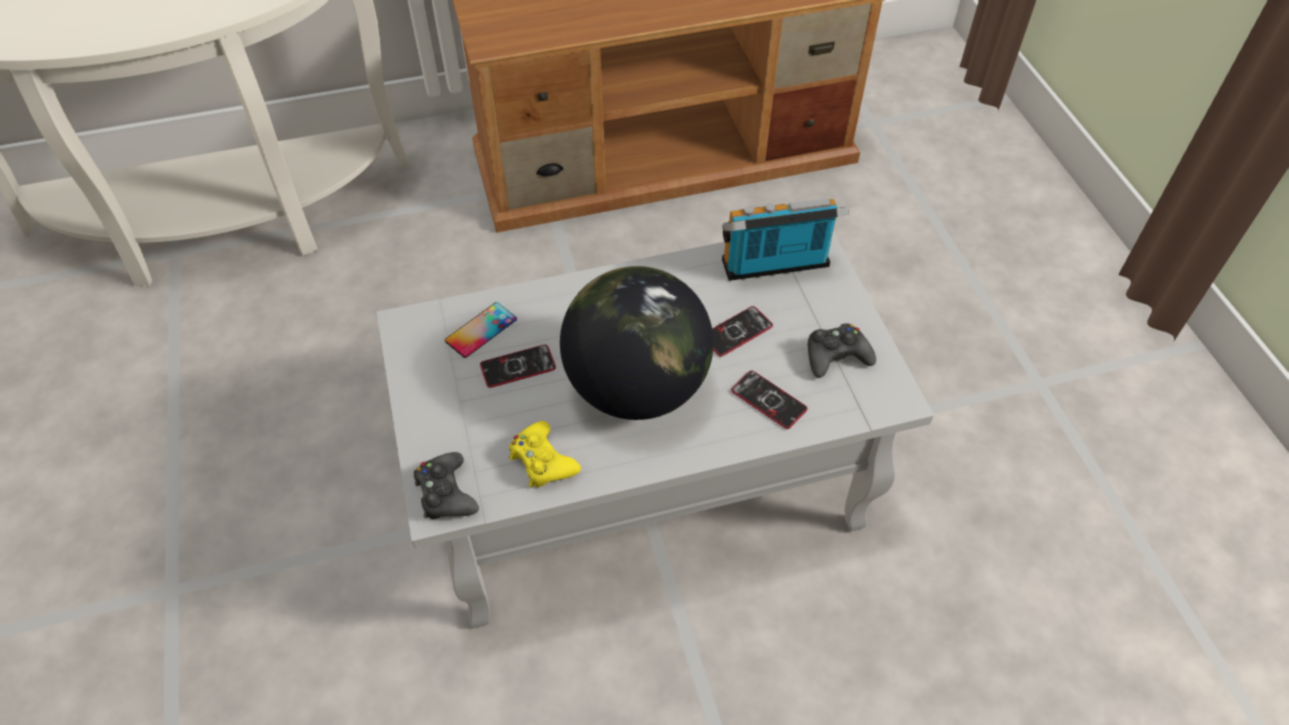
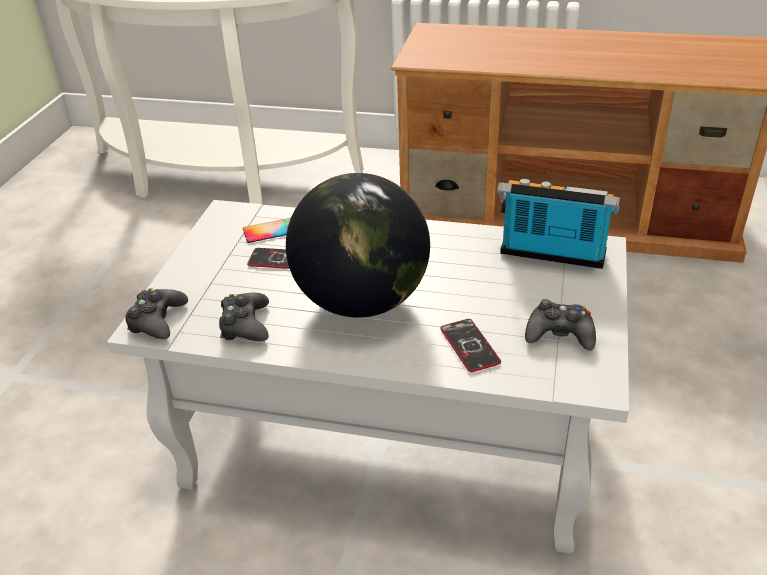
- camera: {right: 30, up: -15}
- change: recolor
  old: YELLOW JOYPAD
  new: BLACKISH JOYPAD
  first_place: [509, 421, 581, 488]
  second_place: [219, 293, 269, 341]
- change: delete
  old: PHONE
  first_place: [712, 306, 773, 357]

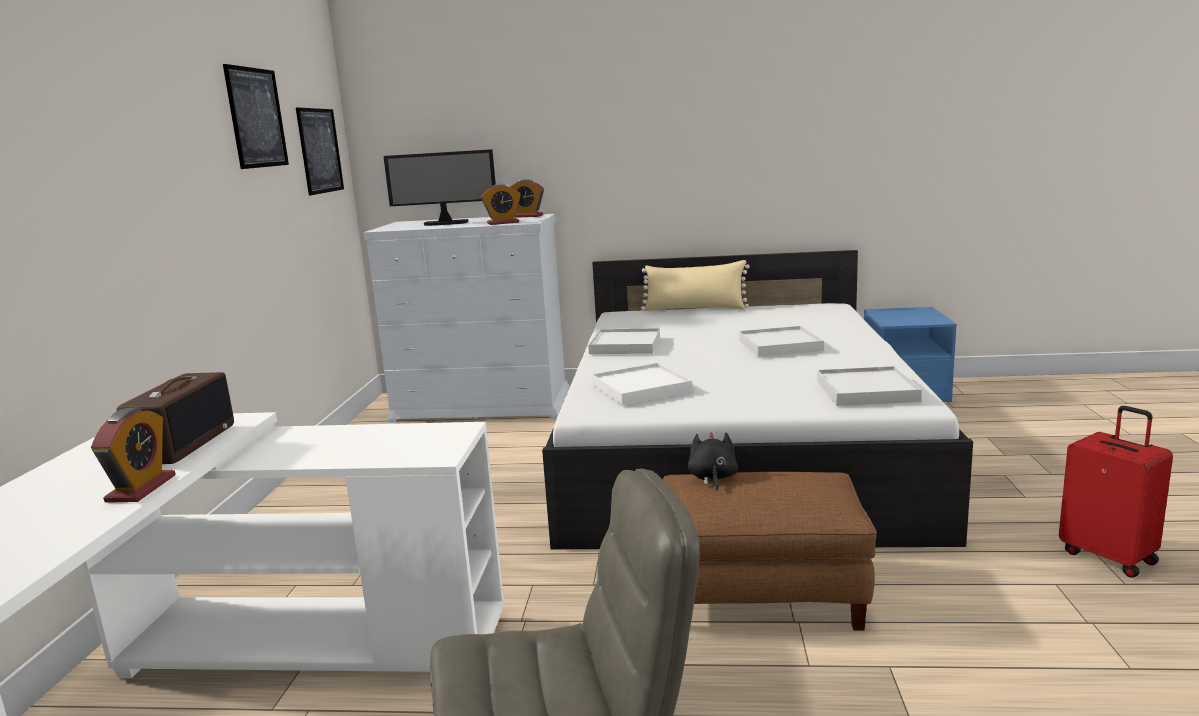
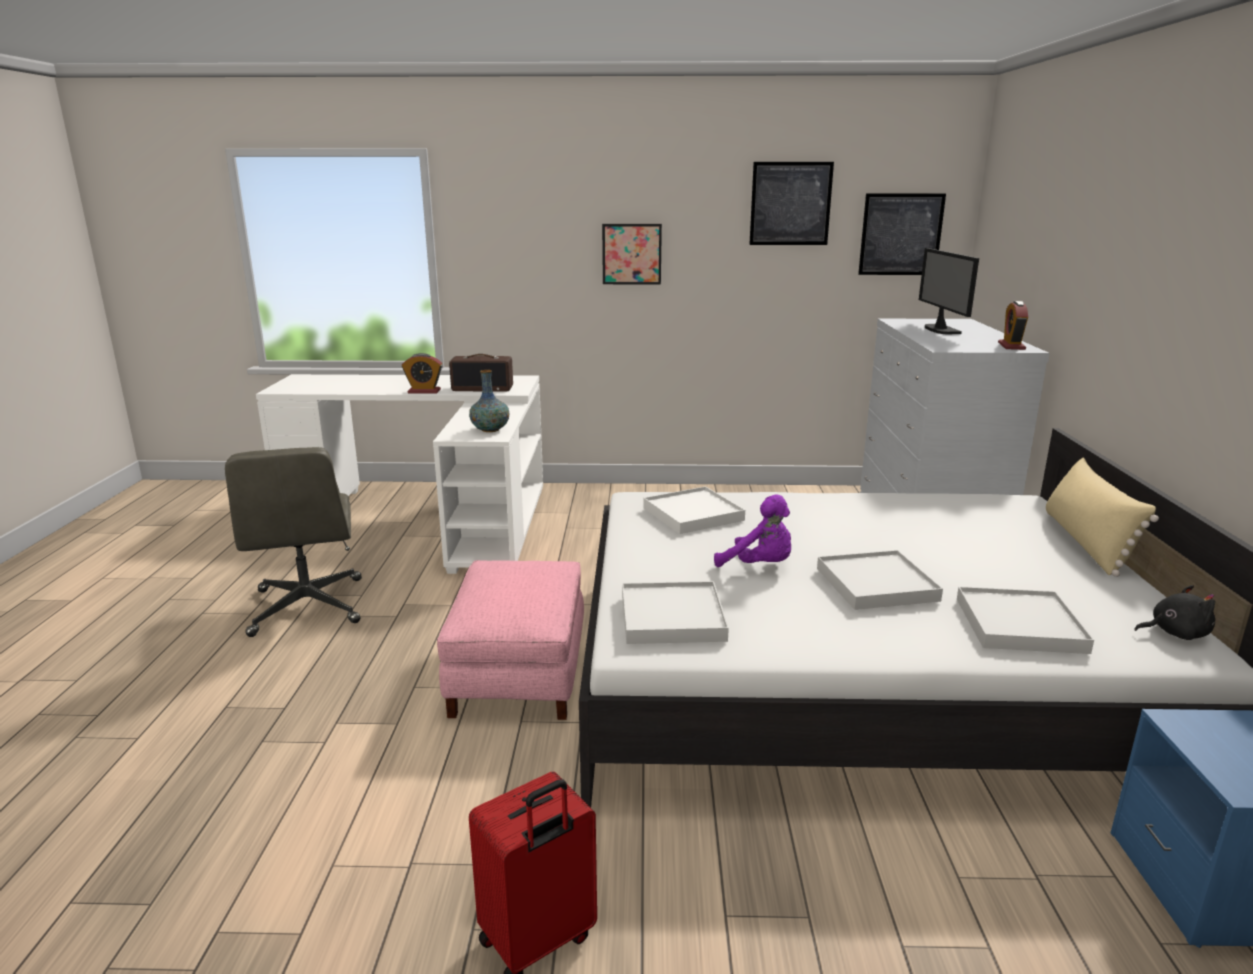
- camera: {right: 85, up: 5}
- change: recolor
  old: BROWNISH OTTOMAN
  new: PINKISH OTTOMAN
  first_place: [663, 472, 877, 631]
  second_place: [437, 560, 584, 720]
- change: insert
  new: FLOWER VASE
  second_place: [469, 370, 509, 432]
- change: insert
  new: PICTURE
  second_place: [602, 224, 662, 285]
- change: insert
  new: PURPLE PLUSH TOY
  second_place: [714, 494, 791, 567]
- change: move
  old: WHITE TRAY
  first_place: [588, 328, 660, 354]
  second_place: [957, 587, 1094, 654]
- change: move
  old: BLACKISH PLUSH TOY
  first_place: [688, 432, 738, 491]
  second_place: [1134, 585, 1215, 640]
- change: delete
  old: BEDSIDE CLOCK
  first_place: [481, 184, 521, 225]

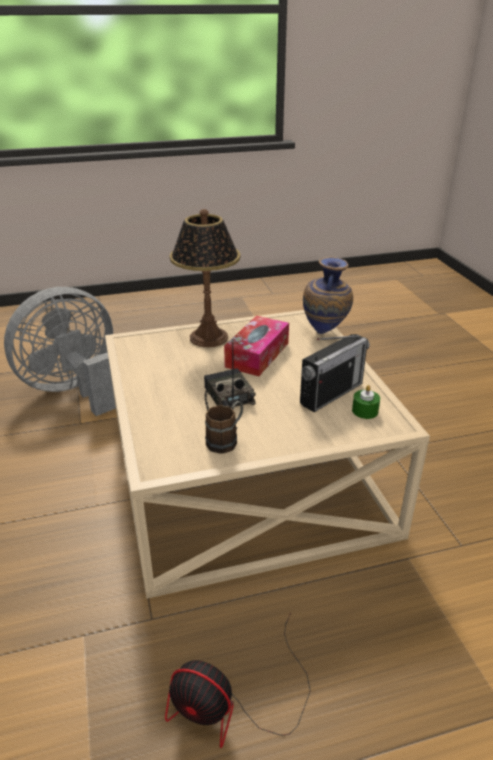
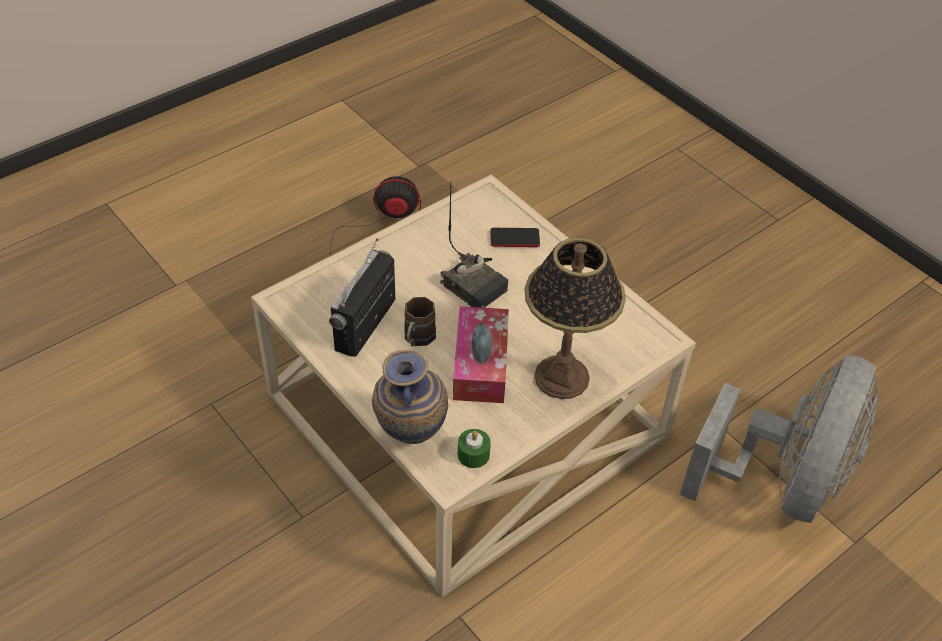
- camera: {right: 155, up: 15}
- change: move
  old: BROWNISH TEA MUG
  first_place: [205, 401, 243, 454]
  second_place: [404, 297, 436, 346]
- change: move
  old: GREEN-COLOURED CANDLE
  first_place: [352, 385, 380, 419]
  second_place: [458, 429, 491, 468]
- change: insert
  new: PHONE
  second_place: [490, 228, 540, 247]

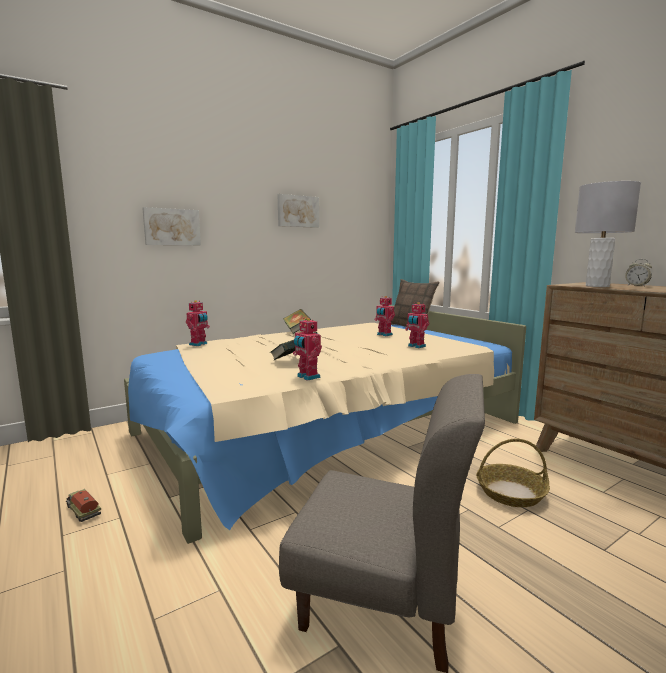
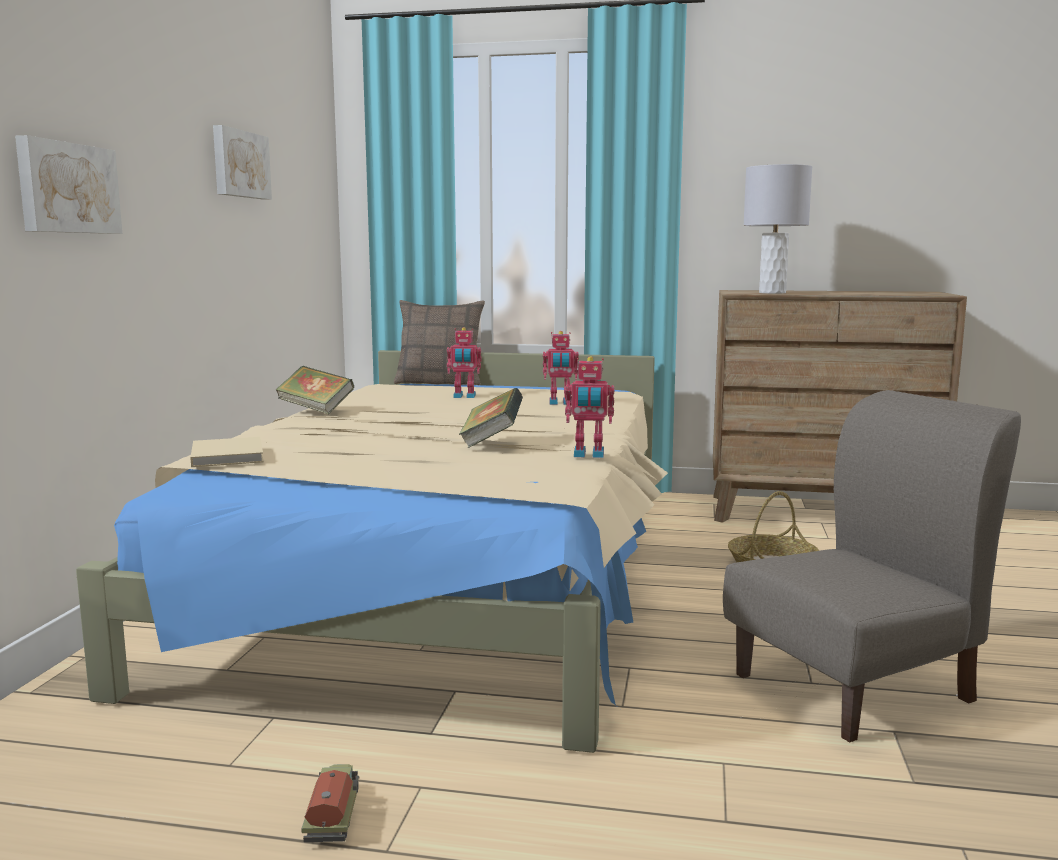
- camera: {right: -45, up: 0}
- change: replace
  old: MODEL ROBOT
  new: BEIGE BOUND BOOK
  first_place: [186, 300, 210, 346]
  second_place: [190, 437, 264, 467]
- change: rotate
  old: TOY TRUCK
  first_place: [66, 489, 101, 522]
  second_place: [301, 764, 359, 842]
  degrees: 90
- change: delete
  old: BEDSIDE CLOCK
  first_place: [625, 259, 652, 286]

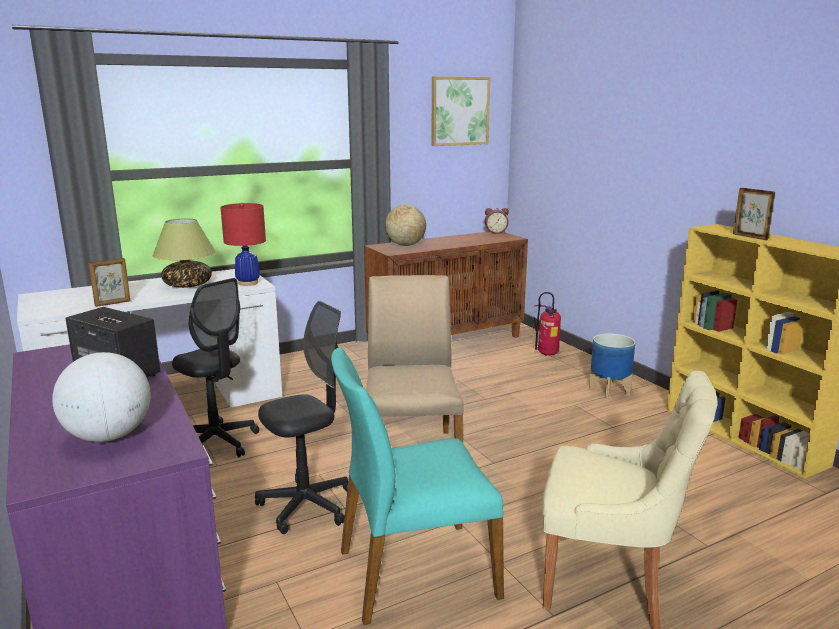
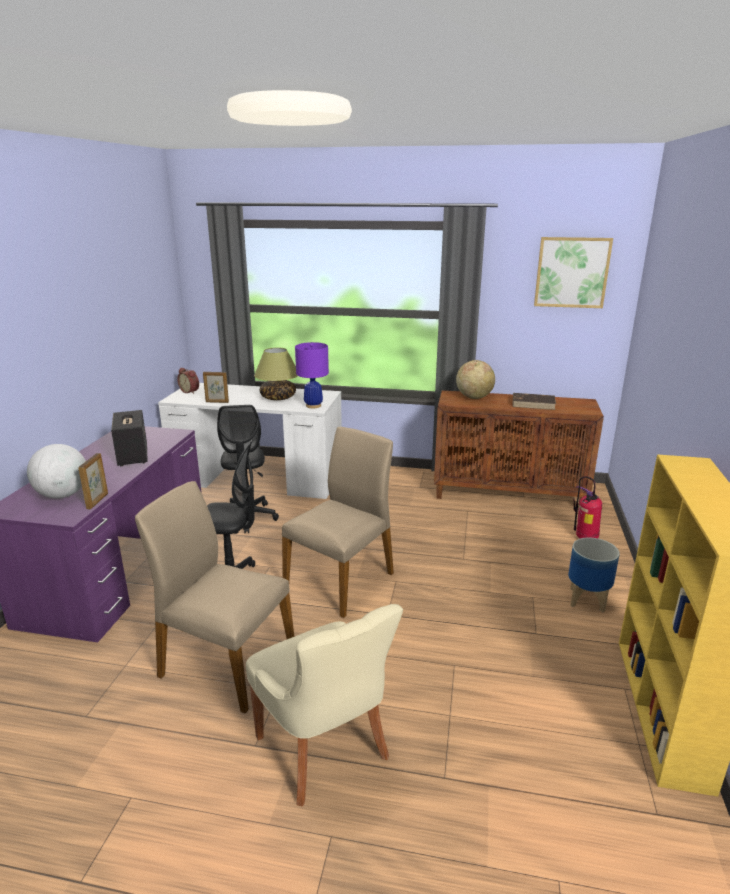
- camera: {right: 40, up: 5}
- change: move
  old: PHOTO FRAME
  first_place: [733, 188, 775, 240]
  second_place: [78, 453, 108, 509]
- change: recolor
  old: TURQUOISE-COLOURED PLAIN CHAIR
  new: BEIGE PLAIN CHAIR
  first_place: [331, 347, 504, 625]
  second_place: [135, 481, 294, 714]
- change: move
  old: BEDSIDE CLOCK
  first_place: [485, 208, 509, 234]
  second_place: [177, 368, 199, 394]
- change: recolor
  old: REDDISH TABLETOP LAMP
  new: PURPLE TABLETOP LAMP
  first_place: [220, 203, 266, 286]
  second_place: [295, 342, 329, 408]
- change: insert
  new: BROWNISH BOUND BOOK
  second_place: [512, 393, 556, 410]

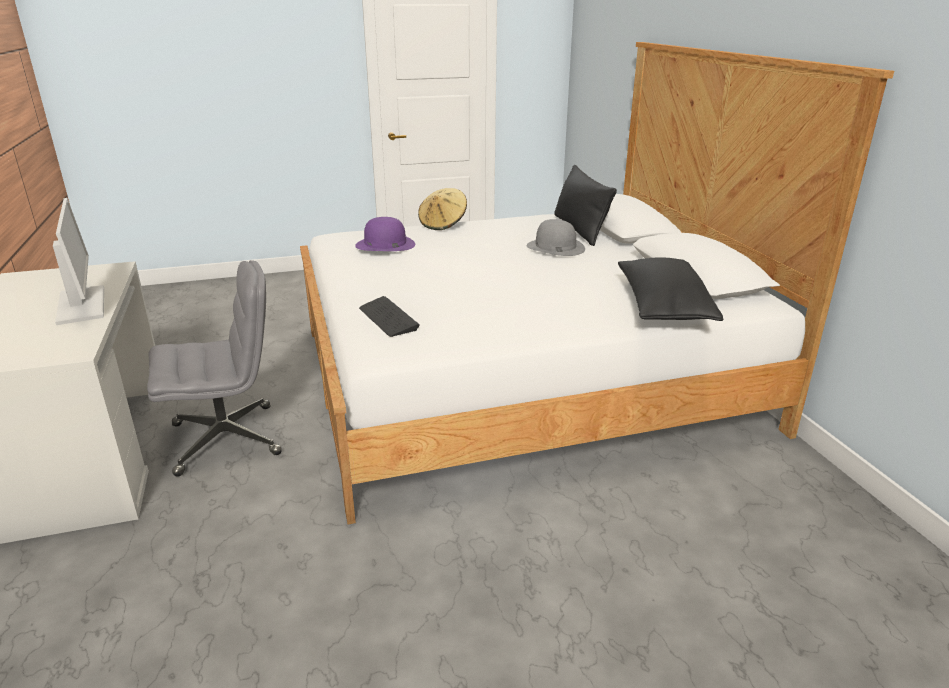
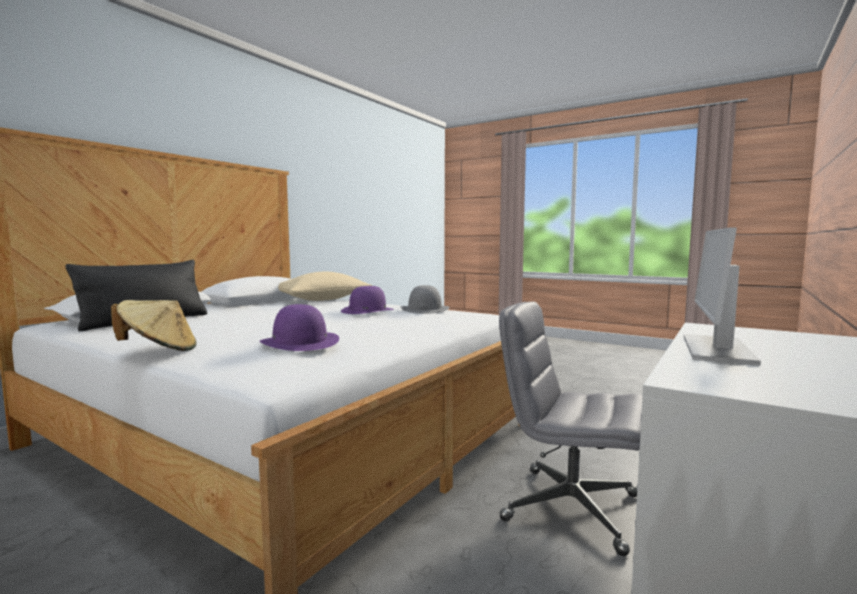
- camera: {right: -130, up: -20}
- change: recolor
  old: BLACKISH PILLOW
  new: BEIGE PILLOW
  first_place: [618, 257, 723, 321]
  second_place: [278, 271, 372, 301]
- change: insert
  new: PURPLE CLOTHING HAT
  second_place: [341, 286, 394, 314]
- change: move
  old: GRAY CLOTHING HAT
  first_place: [526, 219, 585, 256]
  second_place: [401, 285, 450, 314]
- change: delete
  old: PC KEYBOARD
  first_place: [359, 296, 420, 337]

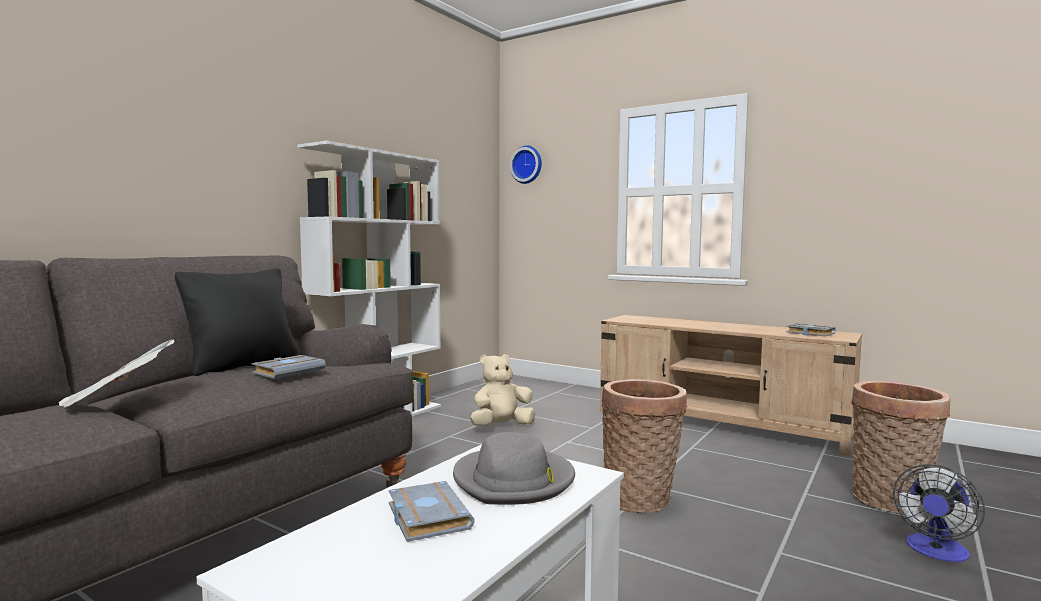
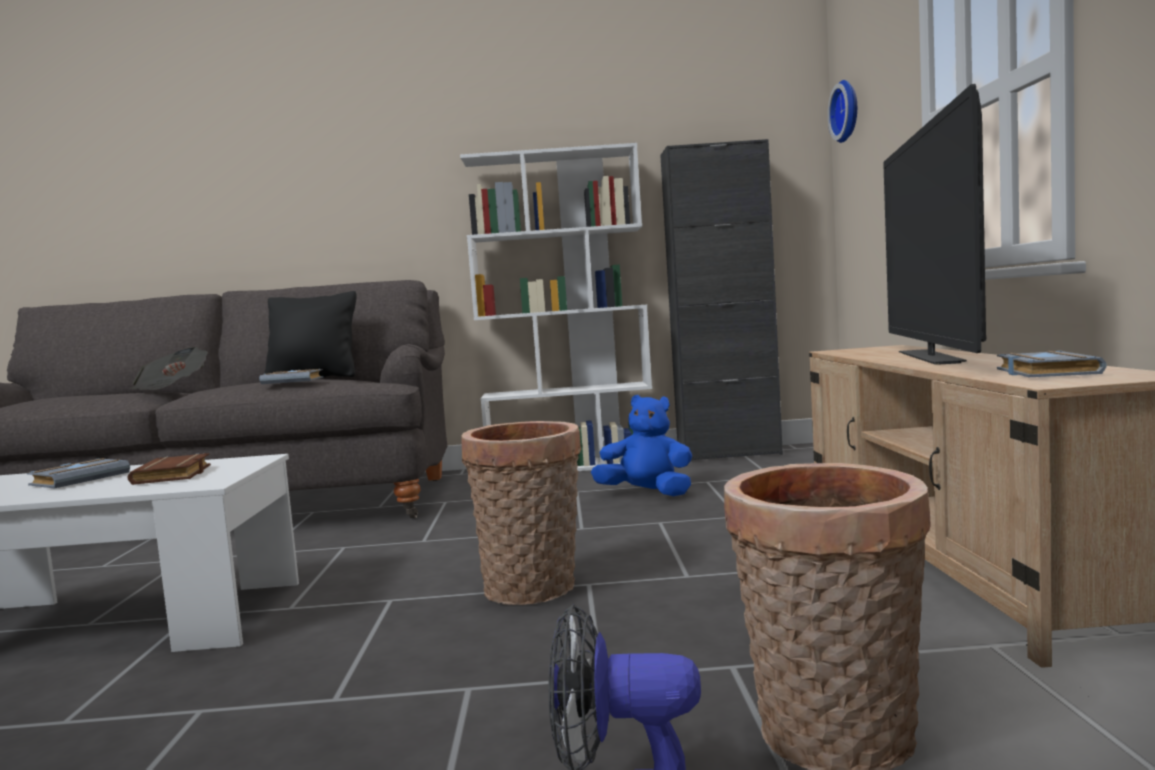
- camera: {right: 55, up: 0}
- change: replace
  old: GRAY CLOTHING HAT
  new: BROWNISH BOUND BOOK
  first_place: [453, 432, 575, 505]
  second_place: [128, 453, 211, 485]
- change: recolor
  old: BEIGE PLUSH TOY
  new: BLUE-COLOURED PLUSH TOY
  first_place: [470, 354, 535, 426]
  second_place: [591, 395, 692, 496]
- change: insert
  new: BLACKISH STORAGE CABINET
  second_place: [660, 139, 783, 460]
- change: insert
  new: TV
  second_place: [883, 84, 986, 365]

